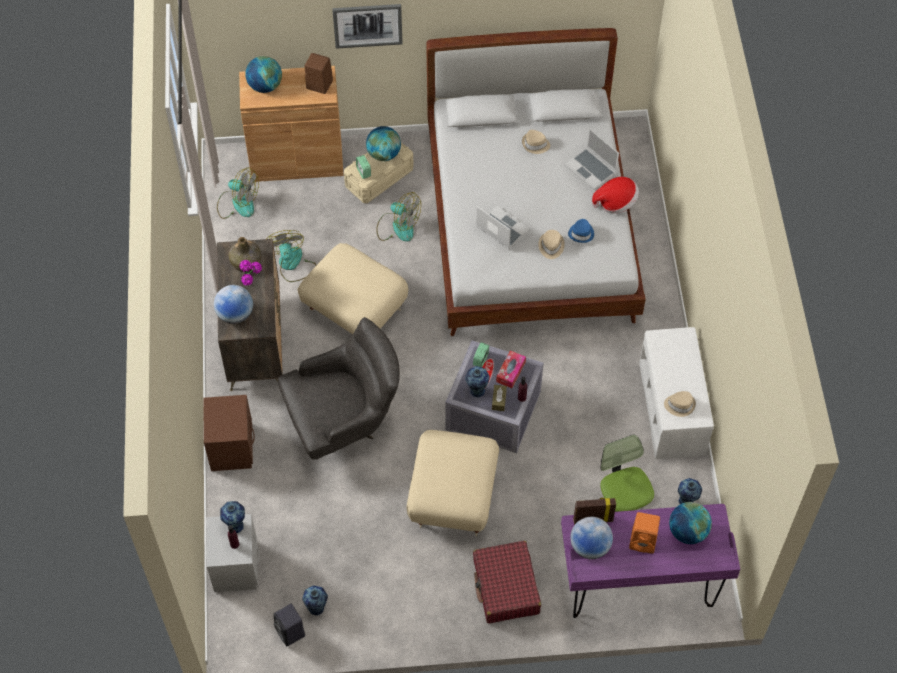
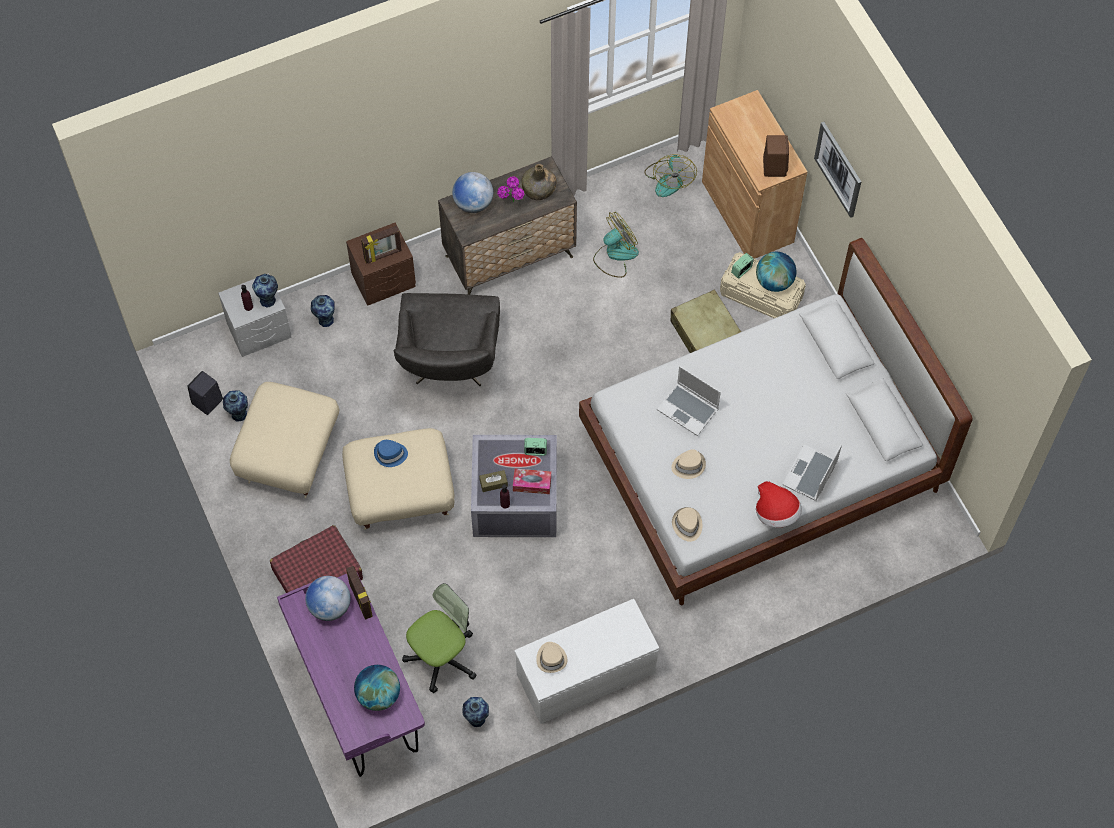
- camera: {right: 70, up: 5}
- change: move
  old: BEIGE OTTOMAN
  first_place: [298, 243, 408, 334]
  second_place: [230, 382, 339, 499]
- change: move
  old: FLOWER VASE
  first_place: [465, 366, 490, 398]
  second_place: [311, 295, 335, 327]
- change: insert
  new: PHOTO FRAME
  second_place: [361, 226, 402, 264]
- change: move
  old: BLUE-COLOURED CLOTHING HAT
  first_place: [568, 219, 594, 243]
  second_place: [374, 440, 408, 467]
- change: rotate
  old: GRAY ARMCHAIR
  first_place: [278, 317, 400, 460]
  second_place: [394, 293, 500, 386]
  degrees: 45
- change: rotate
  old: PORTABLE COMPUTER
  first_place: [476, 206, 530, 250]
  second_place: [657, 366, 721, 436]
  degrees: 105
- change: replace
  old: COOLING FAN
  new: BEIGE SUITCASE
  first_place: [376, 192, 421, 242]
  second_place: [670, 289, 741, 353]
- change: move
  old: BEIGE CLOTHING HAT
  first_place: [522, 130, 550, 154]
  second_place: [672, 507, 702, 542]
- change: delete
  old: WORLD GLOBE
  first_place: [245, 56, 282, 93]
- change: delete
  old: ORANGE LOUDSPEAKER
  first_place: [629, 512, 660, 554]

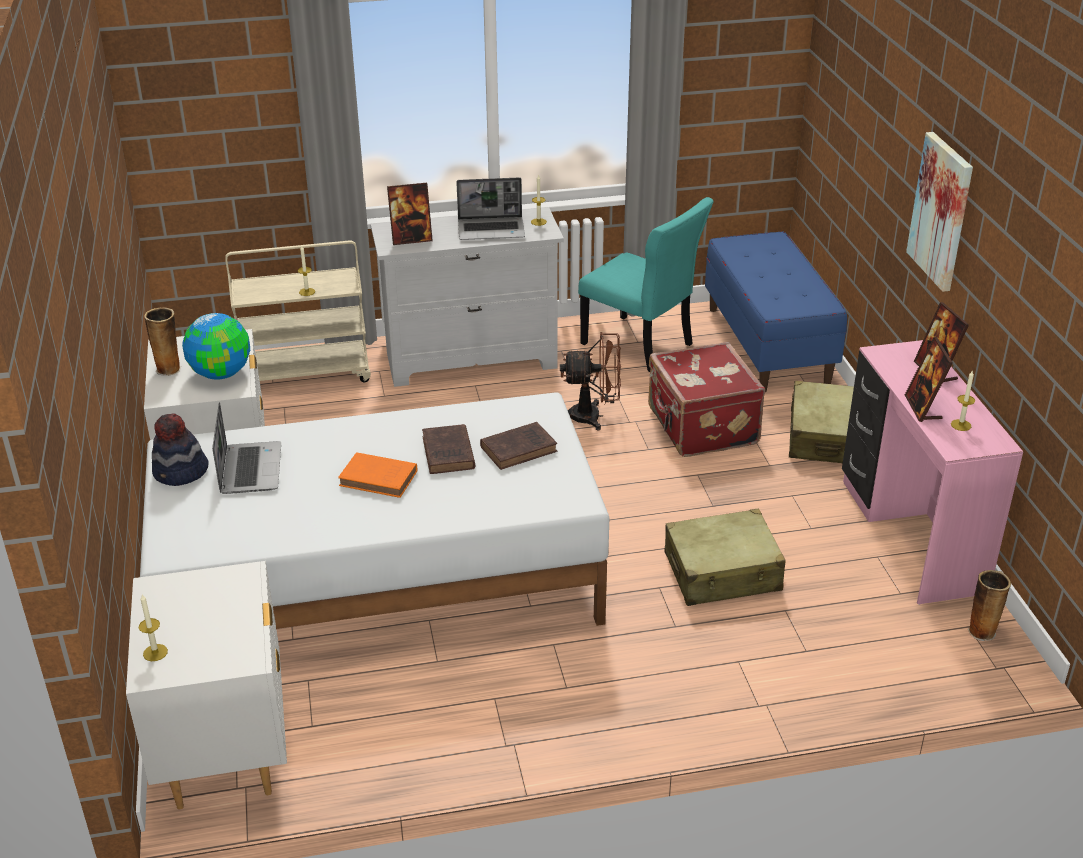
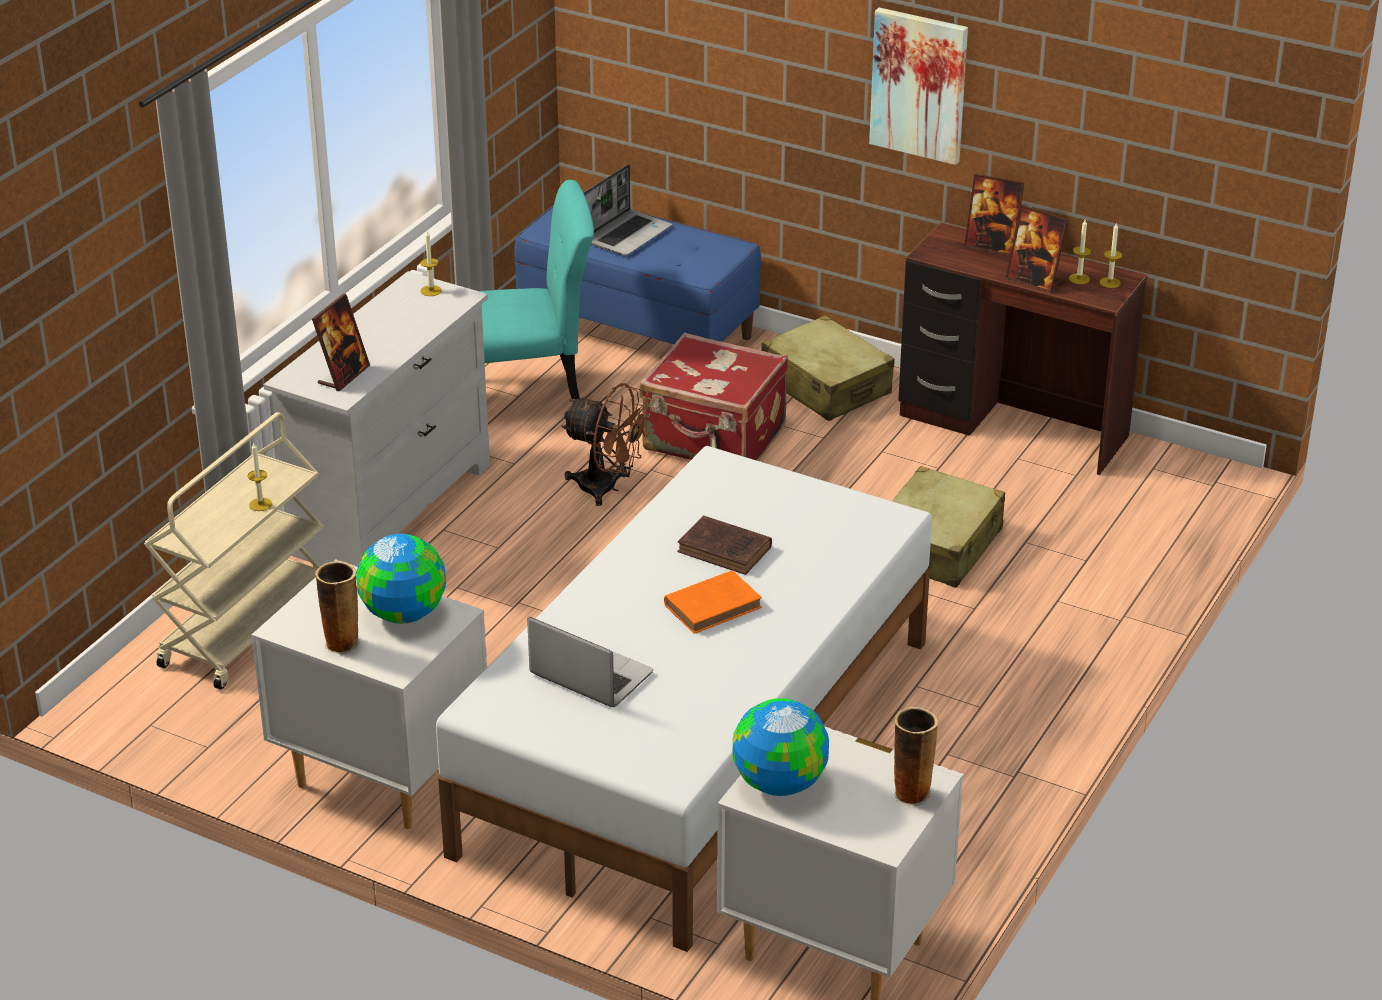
- camera: {right: -50, up: 0}
- change: rotate
  old: BROWNISH COOLING FAN
  first_place: [560, 332, 621, 430]
  second_place: [561, 383, 652, 506]
  degrees: 75
- change: move
  old: PORTABLE COMPUTER
  first_place: [456, 178, 525, 240]
  second_place: [583, 164, 672, 256]
- change: insert
  new: WORLD GLOBE
  second_place: [733, 698, 829, 796]
- change: move
  old: FLOWER VASE
  first_place: [967, 570, 1011, 641]
  second_place: [894, 706, 938, 806]
- change: recolor
  old: PINKISH DESK
  new: BROWNISH DESK
  first_place: [842, 340, 1023, 605]
  second_place: [898, 222, 1147, 475]
- change: move
  old: CANDLE
  first_place: [139, 594, 168, 661]
  second_place: [1100, 222, 1122, 288]
- change: delete
  old: CLOTHING HAT
  first_place: [152, 413, 209, 486]
- change: delete
  old: BROWNISH BOUND BOOK
  first_place: [480, 422, 557, 470]

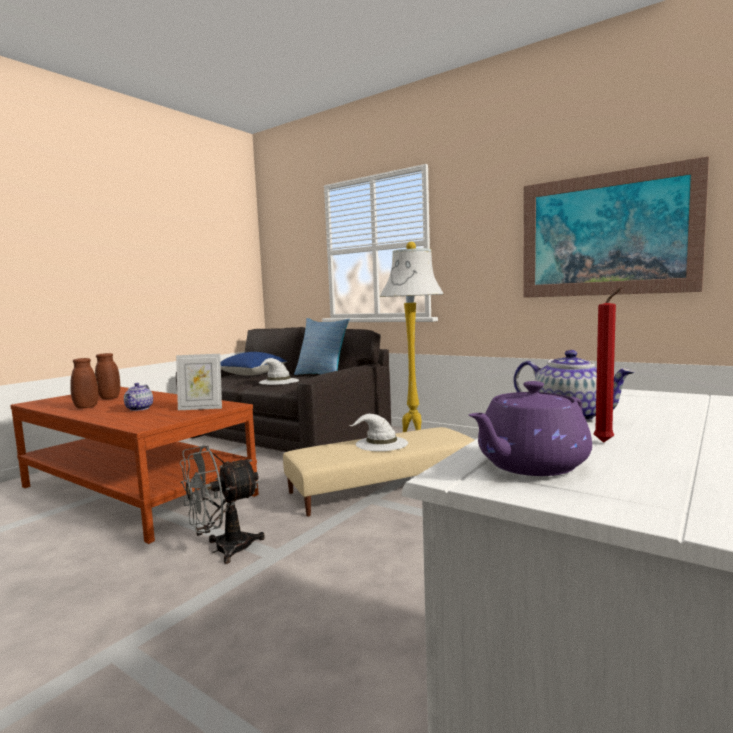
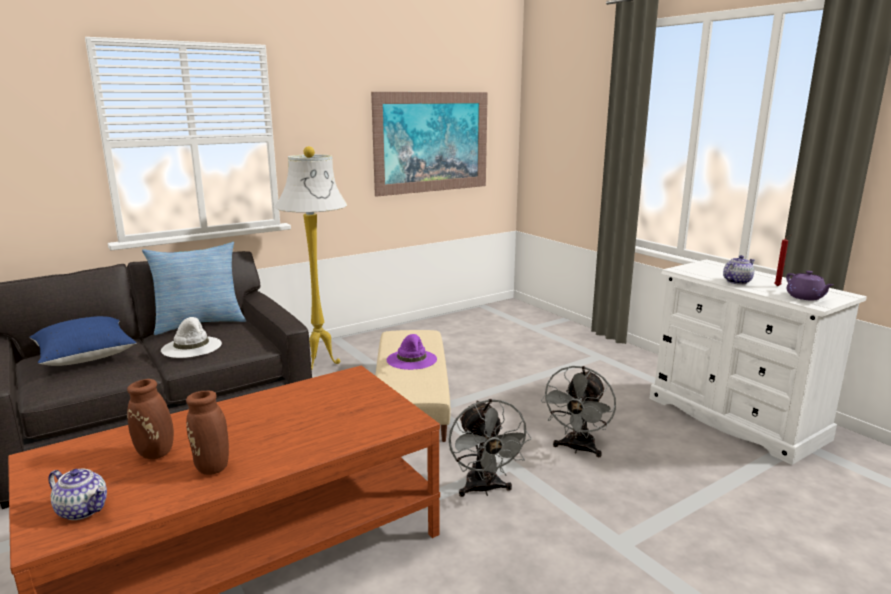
- camera: {right: -70, up: 10}
- change: move
  old: POT FOR TEA
  first_place: [124, 383, 153, 411]
  second_place: [48, 468, 107, 520]
- change: recolor
  old: WHITE CLOTHING HAT
  new: PURPLE CLOTHING HAT
  first_place: [348, 414, 408, 451]
  second_place: [387, 334, 437, 370]
- change: insert
  new: GRAY COOLING FAN
  second_place: [541, 366, 616, 457]
- change: delete
  old: PHOTO FRAME
  first_place: [176, 354, 222, 410]

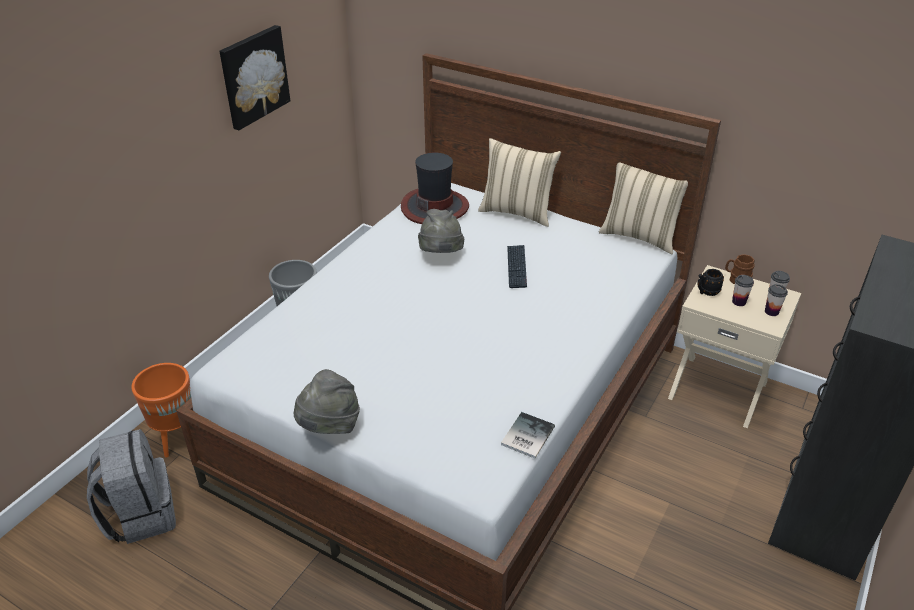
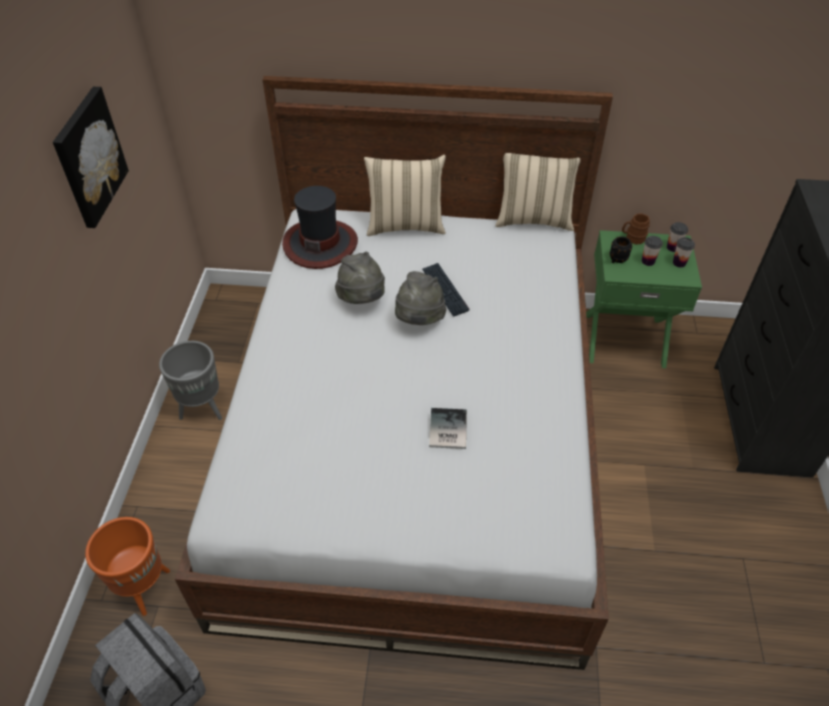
- camera: {right: -25, up: 10}
- change: move
  old: GRAY CLOTHING HAT
  first_place: [294, 369, 360, 434]
  second_place: [395, 271, 446, 325]
- change: move
  old: BOUND BOOK
  first_place: [501, 412, 555, 458]
  second_place: [429, 408, 467, 449]
- change: recolor
  old: BEIGE BEDSIDE TABLE
  new: GREEN-COLOURED BEDSIDE TABLE
  first_place: [668, 265, 801, 428]
  second_place: [586, 230, 702, 368]

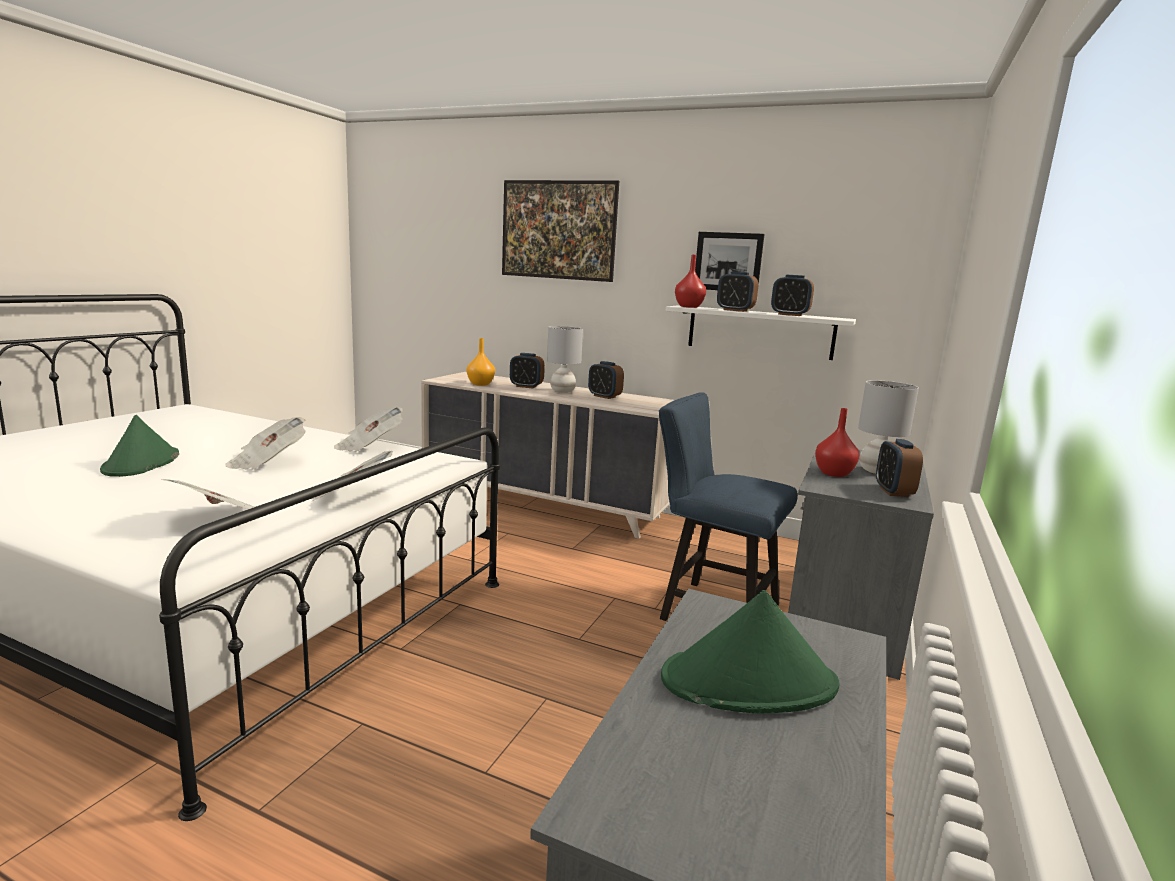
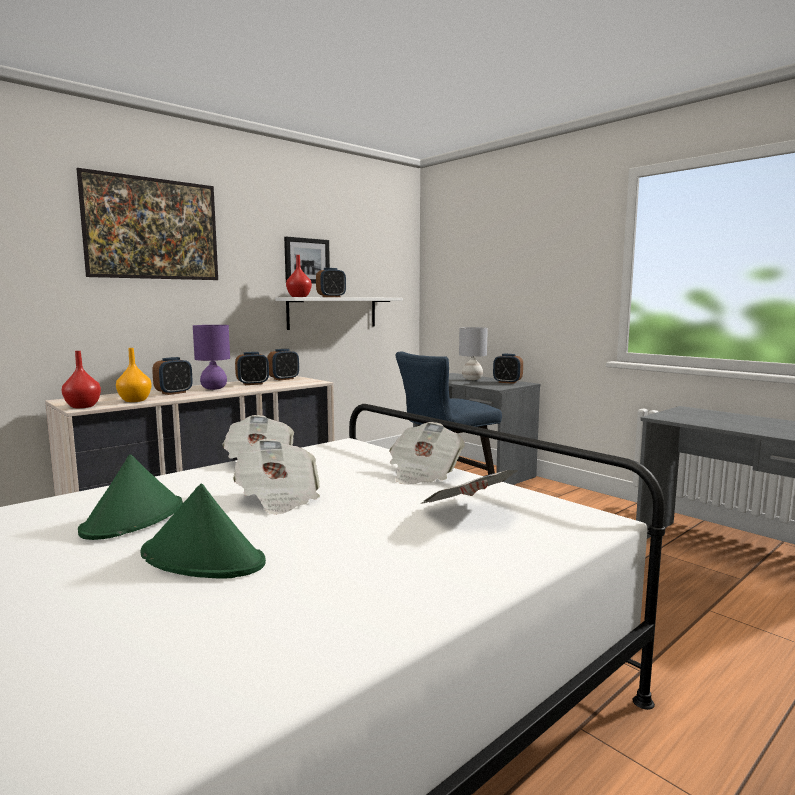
- camera: {right: -65, up: -5}
- change: move
  old: REDDISH FLOWER VASE
  first_place: [815, 408, 859, 477]
  second_place: [62, 351, 101, 408]
- change: move
  old: GREEN-COLOURED CLOTHING HAT
  first_place: [661, 590, 840, 714]
  second_place: [78, 454, 183, 540]
- change: recolor
  old: GRAY TABLETOP LAMP
  new: PURPLE TABLETOP LAMP
  first_place: [547, 326, 583, 393]
  second_place: [193, 325, 230, 390]
- change: move
  old: BEDSIDE CLOCK
  first_place: [771, 275, 814, 316]
  second_place: [267, 349, 299, 380]

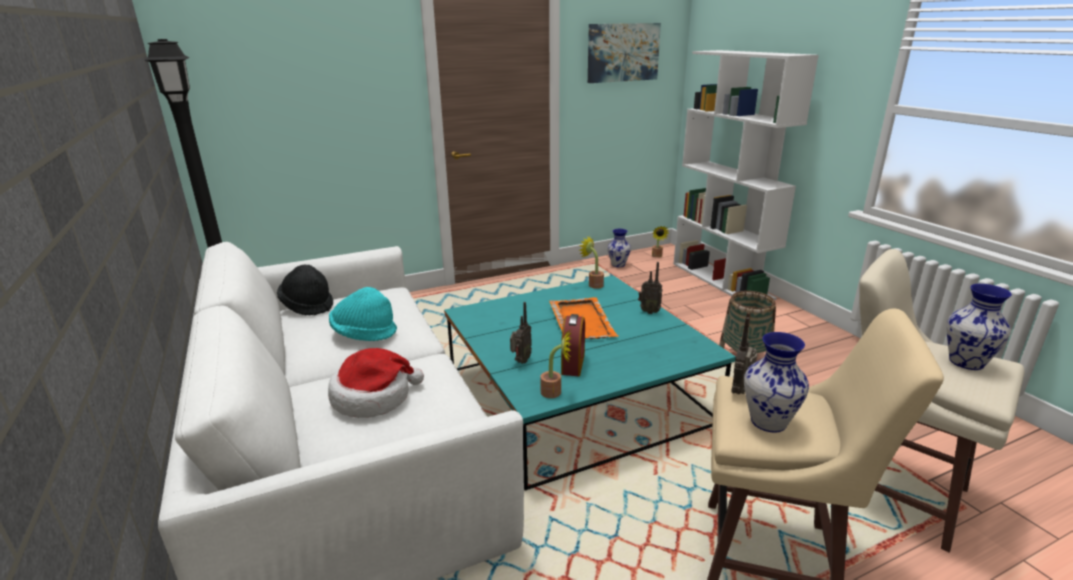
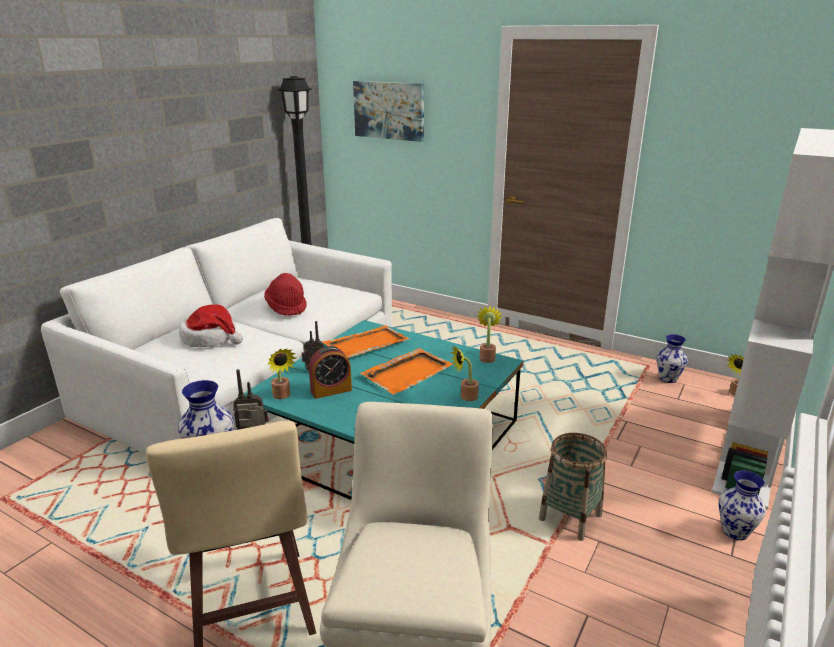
- camera: {right: 55, up: 0}
- change: recolor
  old: TURQUOISE-COLOURED CLOTHING HAT
  new: REDDISH CLOTHING HAT
  first_place: [329, 287, 397, 341]
  second_place: [264, 273, 306, 316]
- change: insert
  new: ORANGE TRAY
  second_place: [323, 325, 409, 358]
- change: move
  old: PICTURE
  first_place: [588, 23, 661, 83]
  second_place: [353, 81, 424, 142]
- change: replace
  old: RADIO SET
  new: POTTED PLANT
  first_place: [638, 262, 663, 314]
  second_place: [451, 346, 479, 401]
- change: move
  old: FLOWER VASE
  first_place: [947, 284, 1012, 370]
  second_place: [719, 470, 766, 540]
- change: delete
  old: BLACKISH CLOTHING HAT
  first_place: [277, 265, 333, 316]

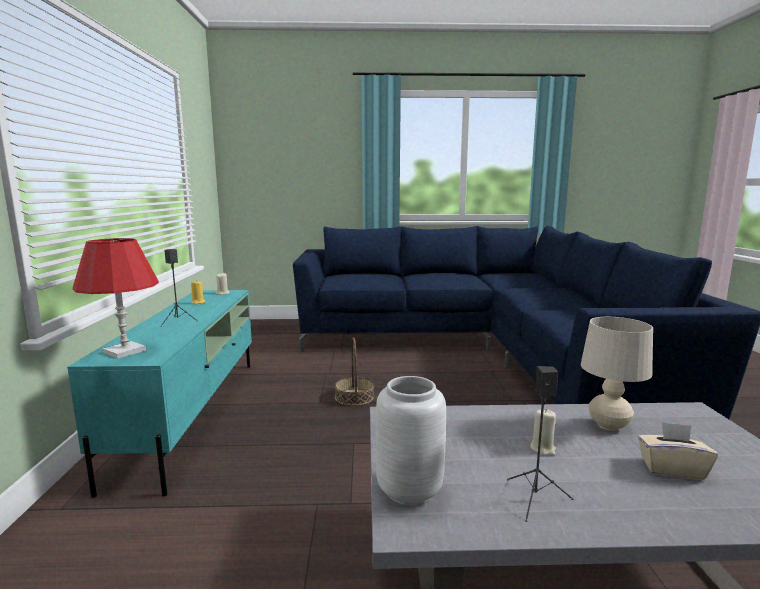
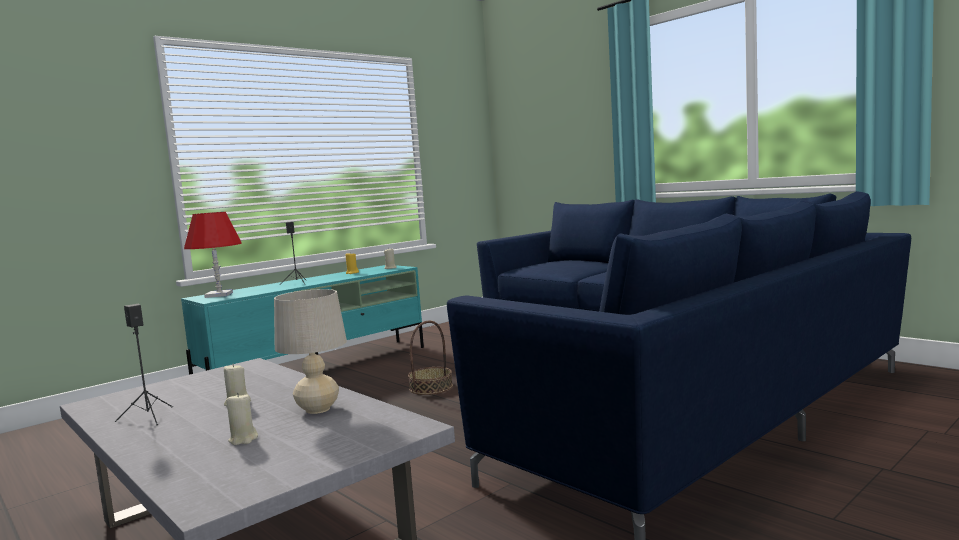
- camera: {right: 50, up: -5}
- change: replace
  old: BEIGE TISSUE HOLDER
  new: BEIGE CANDLE
  first_place: [638, 422, 718, 480]
  second_place: [226, 393, 258, 445]
- change: delete
  old: GRAY FLOWER VASE
  first_place: [376, 376, 446, 505]

